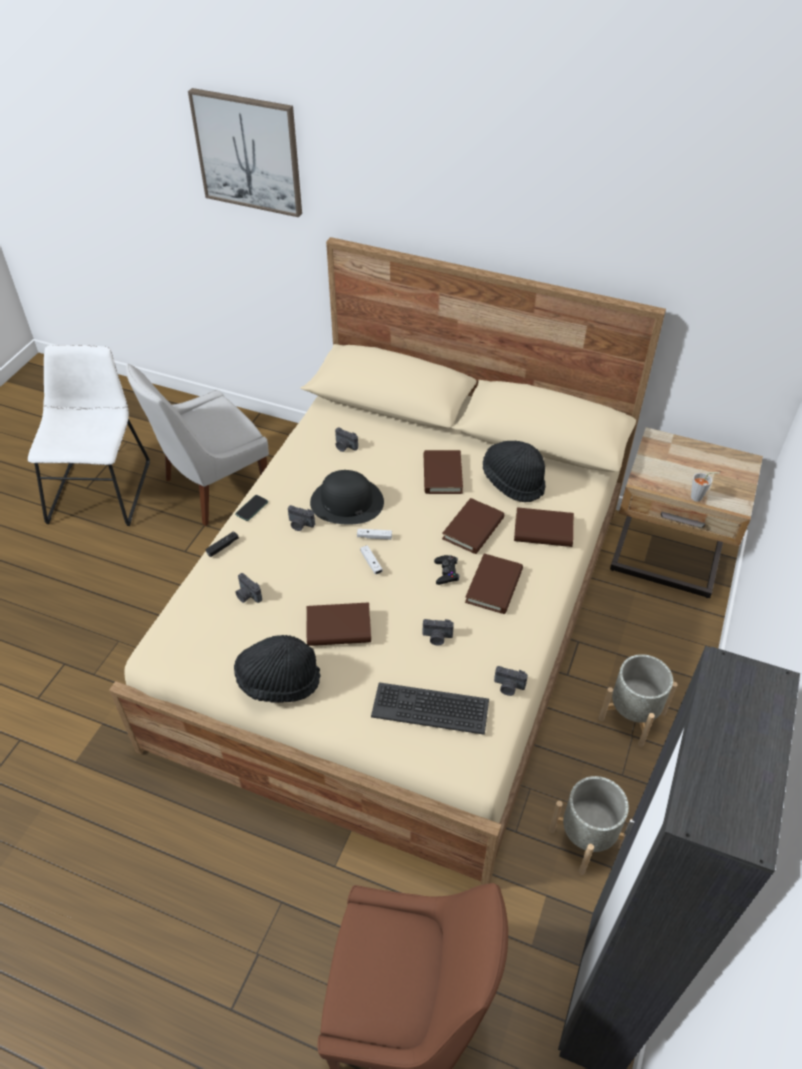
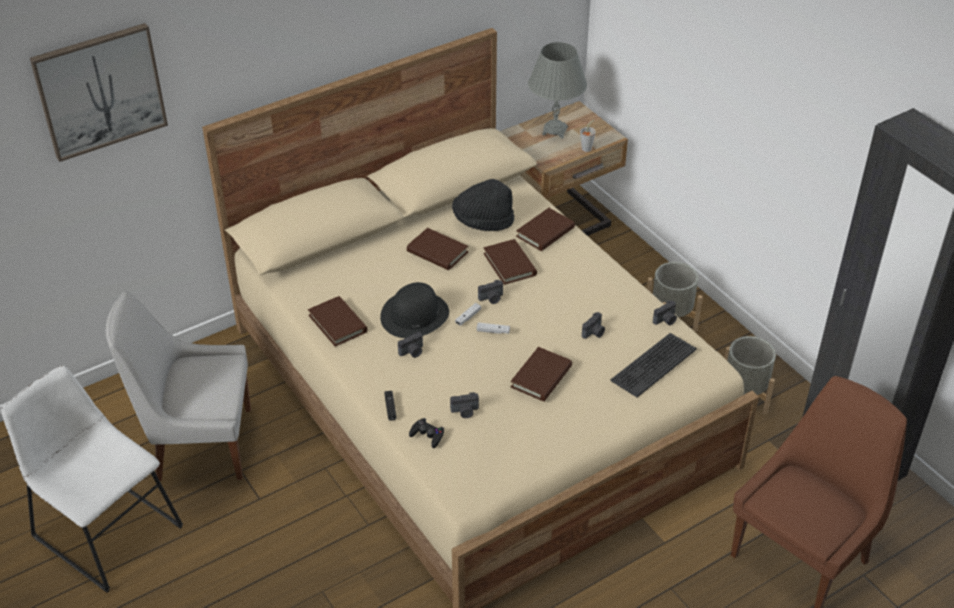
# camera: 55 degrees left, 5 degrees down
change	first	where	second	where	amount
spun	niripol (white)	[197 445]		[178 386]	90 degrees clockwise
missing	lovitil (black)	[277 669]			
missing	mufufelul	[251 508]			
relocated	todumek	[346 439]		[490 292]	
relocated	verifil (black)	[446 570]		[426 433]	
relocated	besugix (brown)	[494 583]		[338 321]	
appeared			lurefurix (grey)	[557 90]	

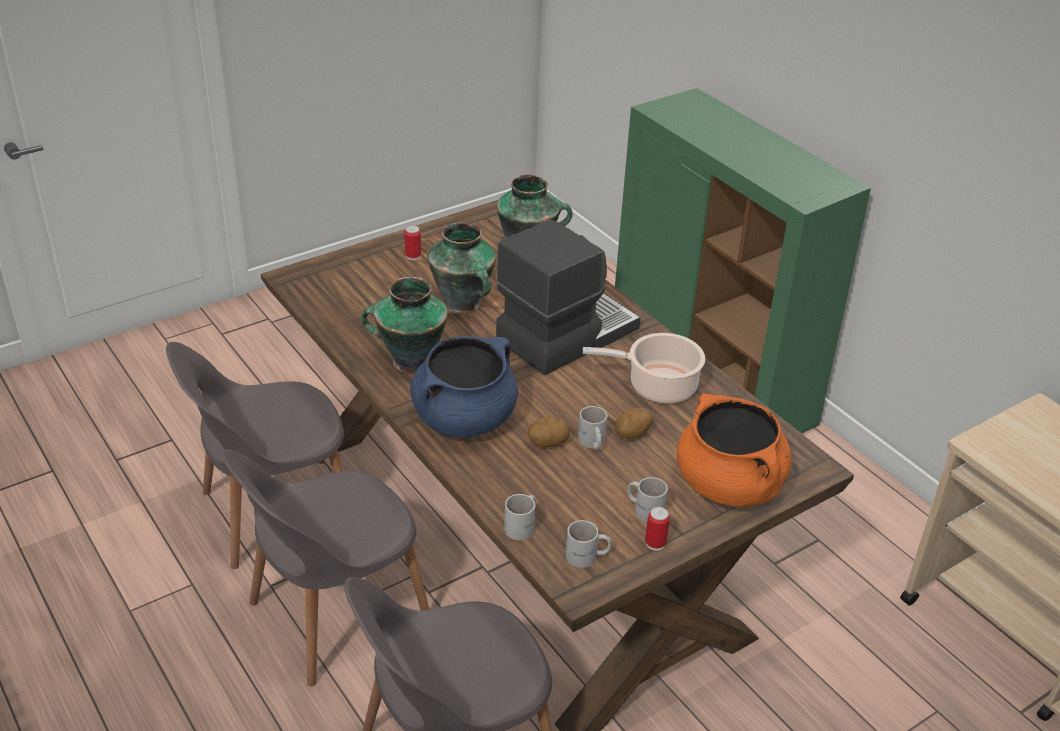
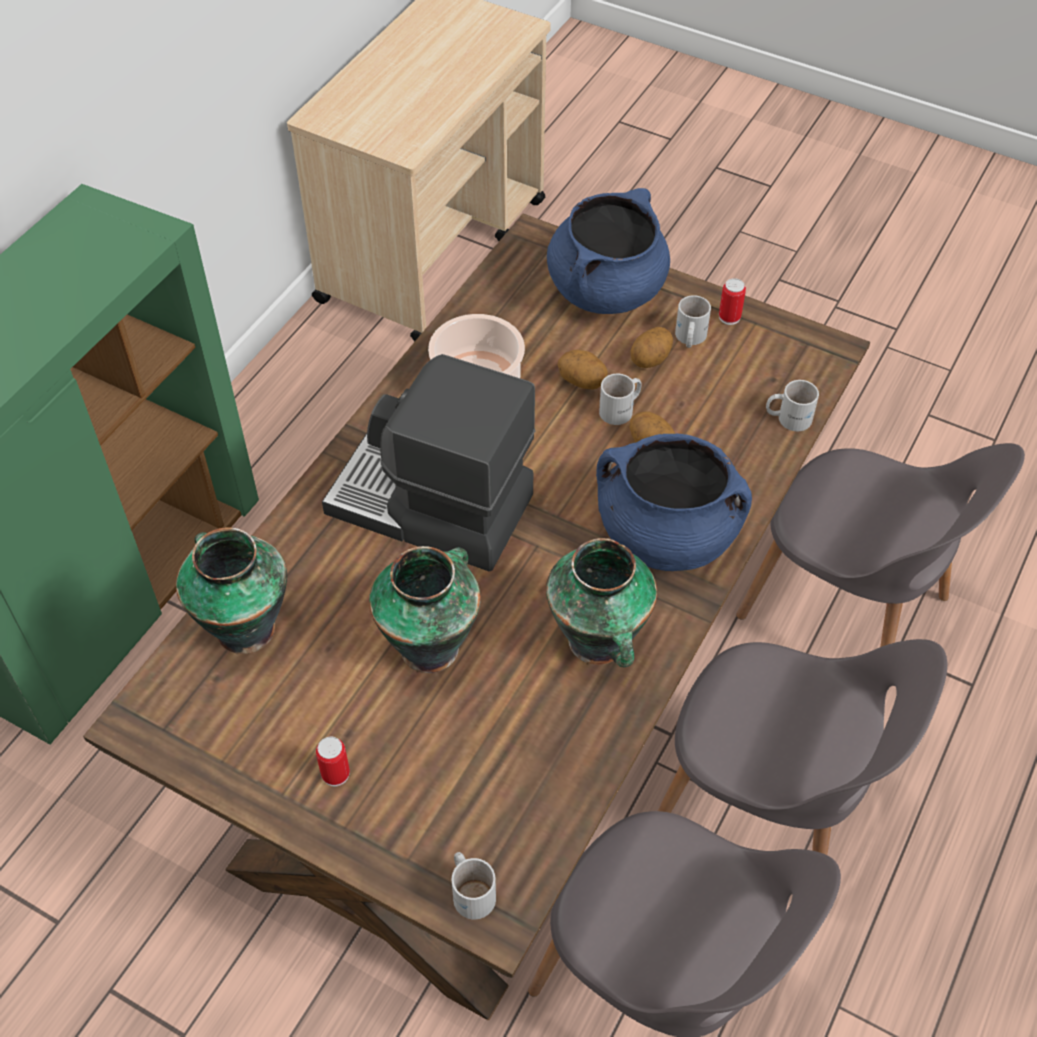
# camera: 115 degrees left, 15 degrees up
change	first	where	second	where	amount
relocated	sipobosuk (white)	[588 544]		[474 885]	
colour	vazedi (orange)	[734 450]	vazedi (blue)	[608 251]	
appeared			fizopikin	[652 347]	

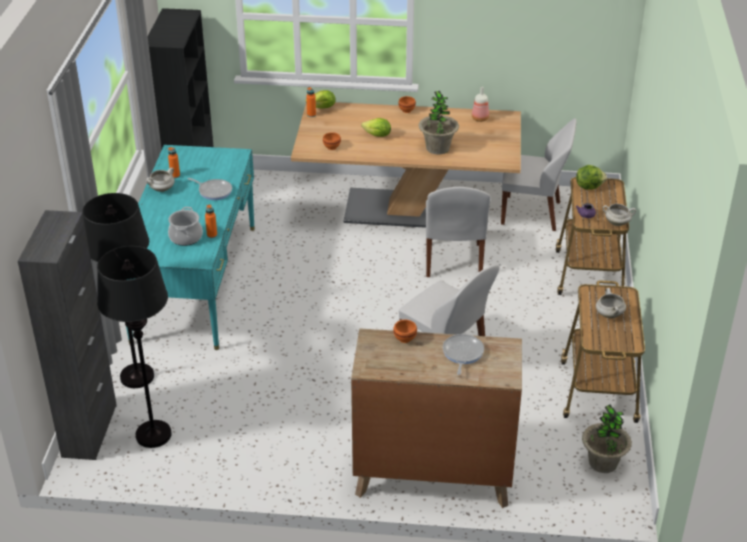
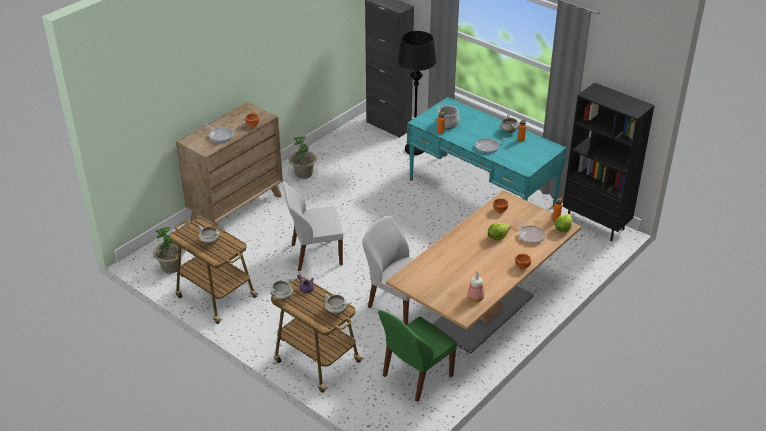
# camera: 125 degrees right, 0 degrees up
change	first	where	second	where	amount
missing	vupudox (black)	[134 347]			
relocated	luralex	[439 122]		[303 157]	
colour	niripol (white)	[539 174]	niripol (green)	[417 356]	
exchanged	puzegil	[591 177]	vazedi (white)	[336 304]	
appeared			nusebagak	[529 231]	

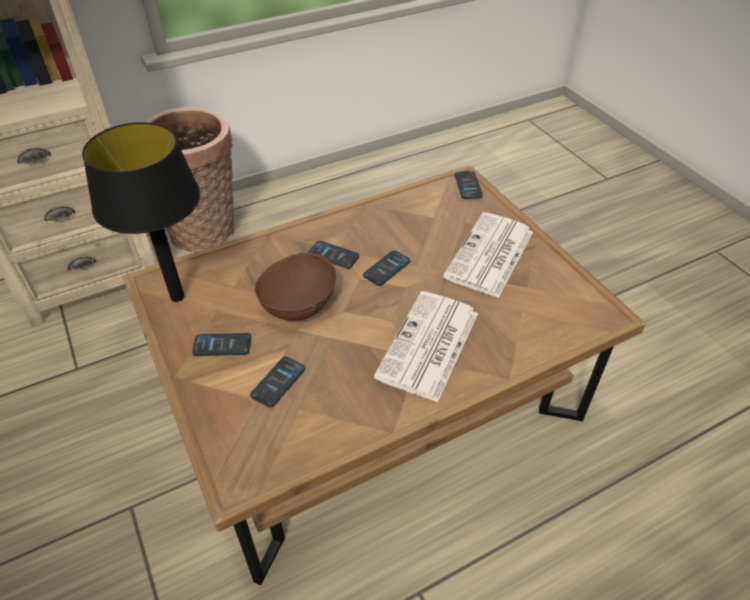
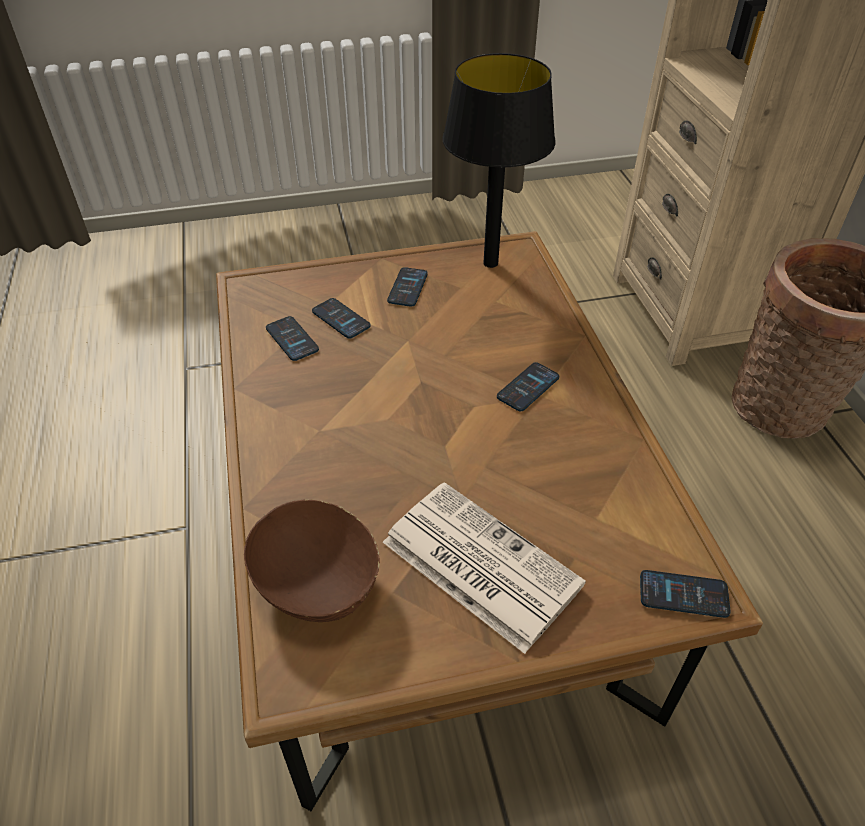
# camera: 105 degrees right, 0 degrees up
change	first	where	second	where	amount
relocated	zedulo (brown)	[295 286]		[312 560]	
relocated	mufufelul	[387 268]		[292 338]	
missing	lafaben	[426 347]			

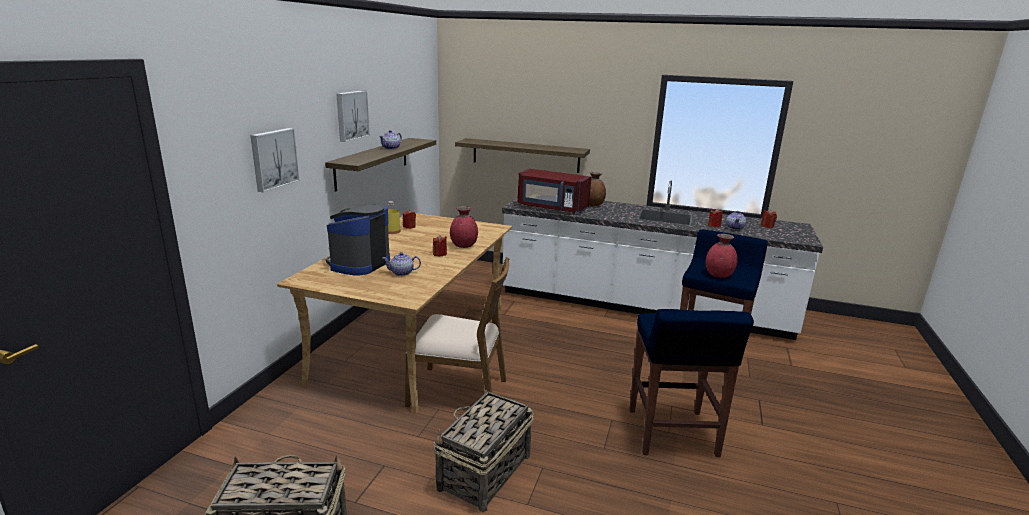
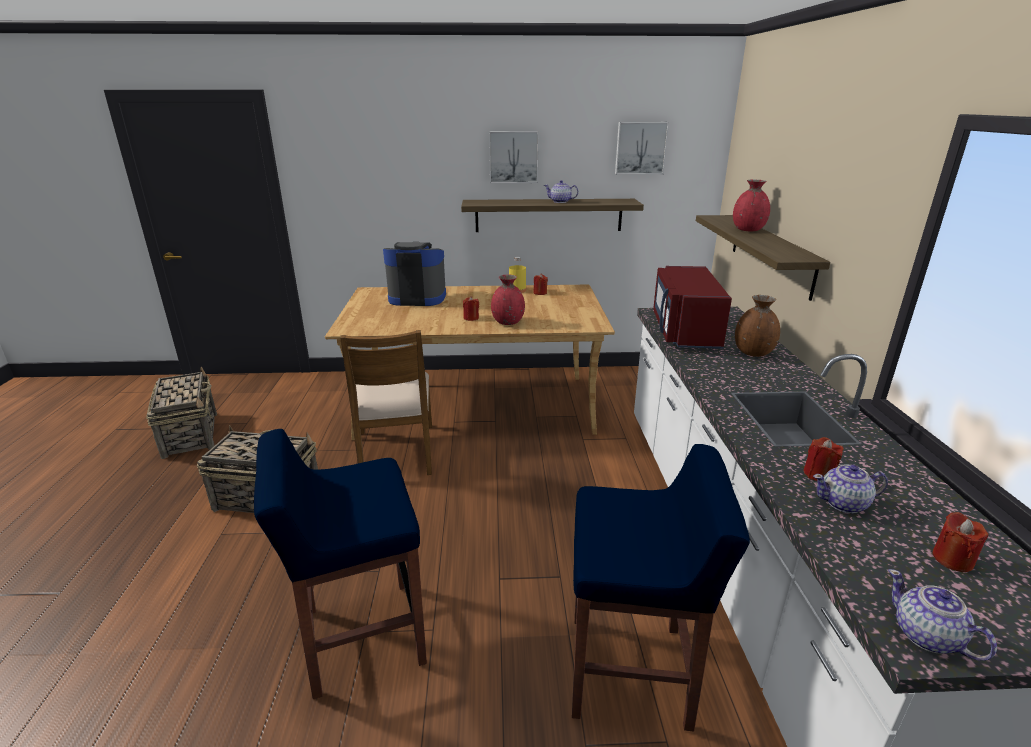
# camera: 70 degrees right, 5 degrees up
change	first	where	second	where	amount
relocated	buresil	[275 160]		[642 148]	
relocated	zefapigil	[401 264]		[942 615]	
relocated	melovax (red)	[722 256]		[751 205]	

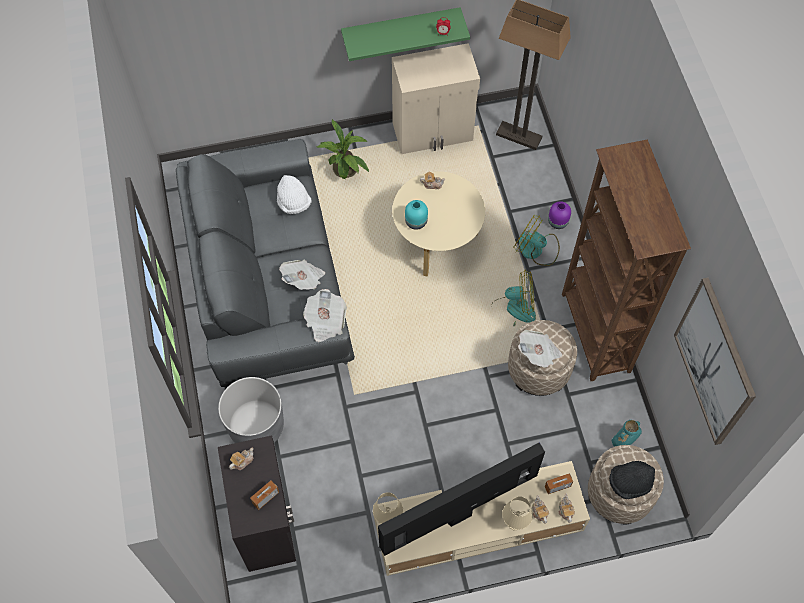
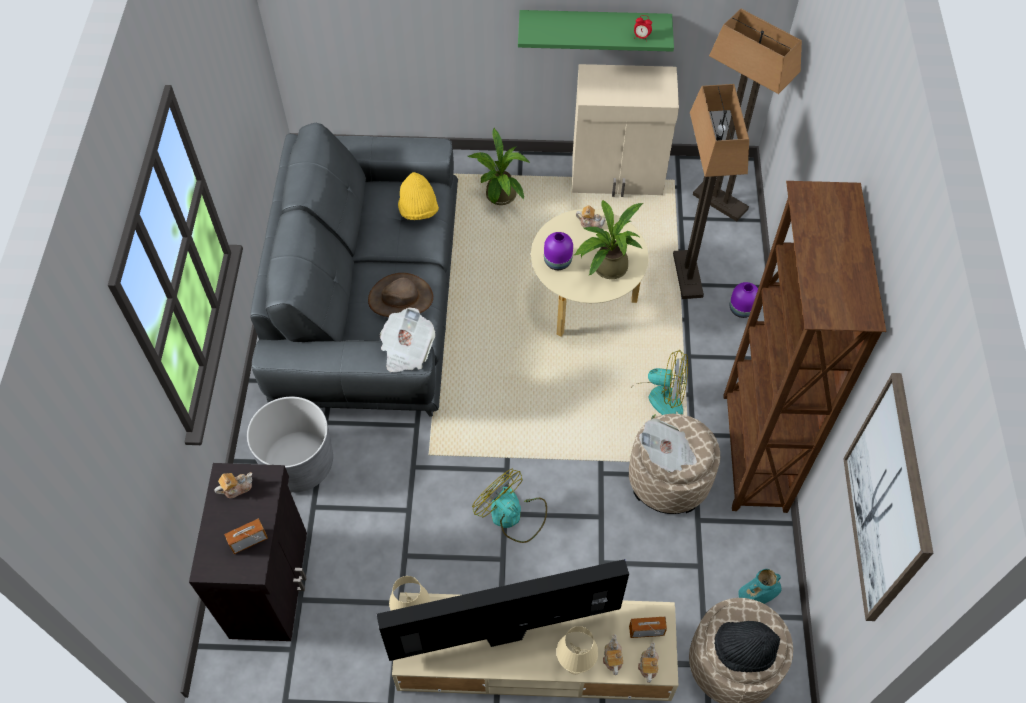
# camera: 15 degrees right, 5 degrees down
change	first	where	second	where	amount
colour	lovitil (white)	[294 194]	lovitil (yellow)	[418 196]	
exchanged	lafaben	[302 275]	lovitil (brown)	[400 295]	
colour	melovax (turquoise)	[416 215]	melovax (purple)	[558 251]	
relocated	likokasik	[536 240]		[509 506]	
appeared			luralex	[609 239]	
appeared			vupudox	[711 191]	

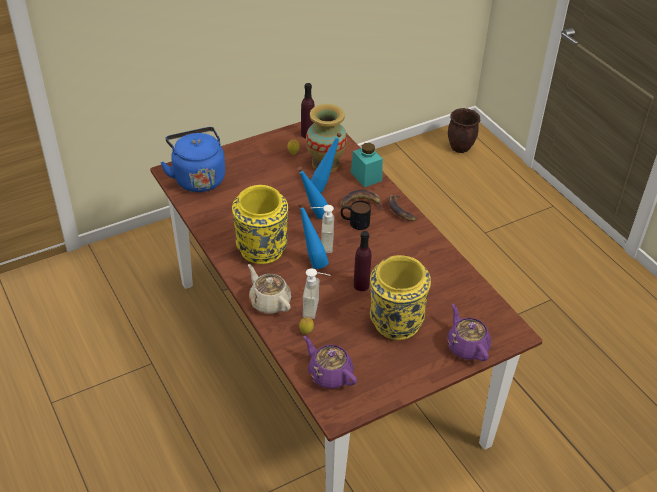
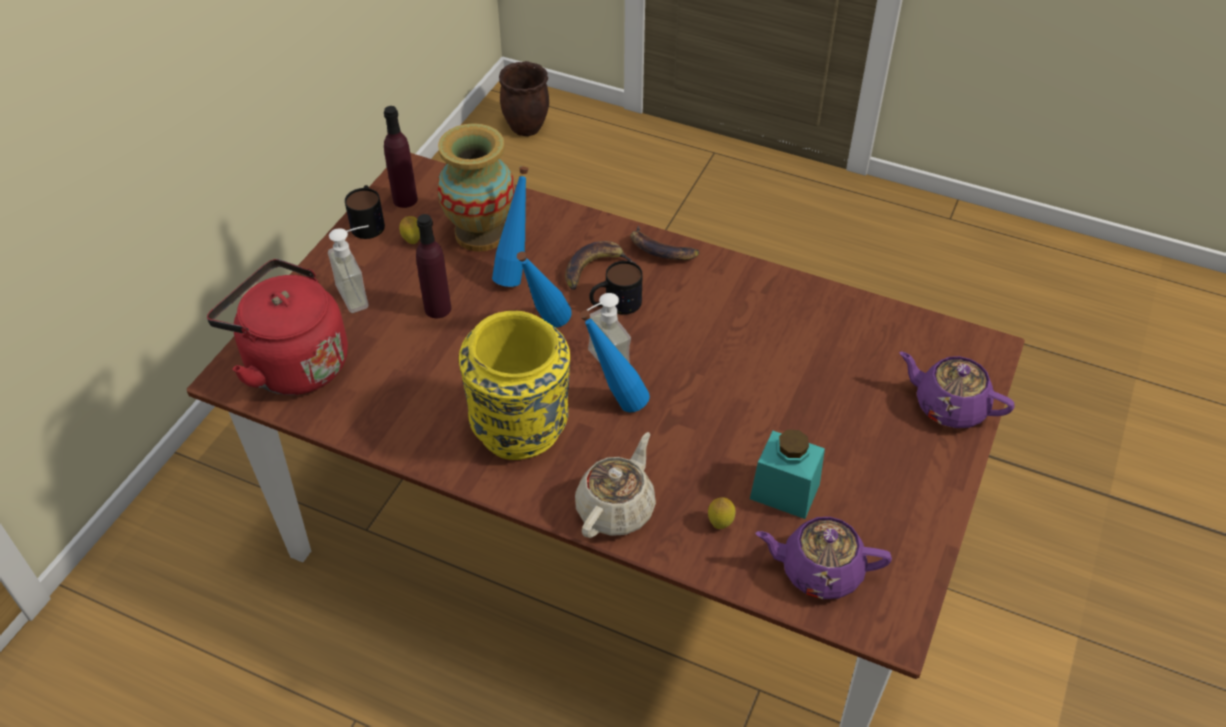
# camera: 35 degrees left, 5 degrees up
change	first	where	second	where	amount
colour	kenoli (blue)	[192 159]	kenoli (red)	[277 327]	
spun	zefapigil (beige)	[269 289]		[615 485]	105 degrees clockwise
relocated	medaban	[316 293]		[348 269]	
relocated	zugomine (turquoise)	[367 165]		[787 474]	
relocated	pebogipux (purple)	[363 261]		[433 266]	
missing	melovax (yellow)	[400 297]			
appeared			sipobosuk	[365 212]	

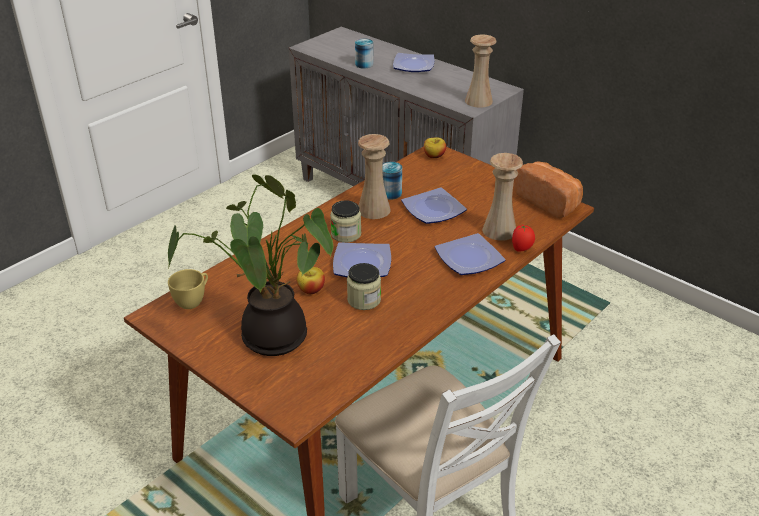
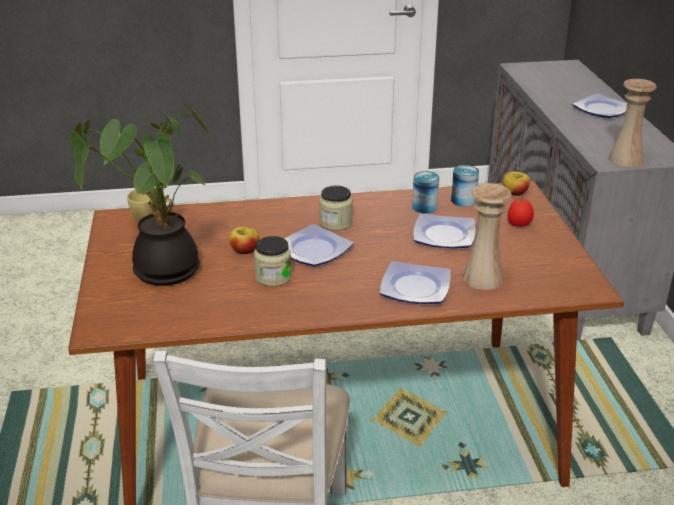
# camera: 40 degrees right, 5 degrees down
change	first	where	second	where	amount
relocated	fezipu	[364 54]		[465 186]	
missing	melovax (beige)	[374 176]			
relocated	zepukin	[523 238]		[521 212]	
missing	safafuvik	[548 189]			

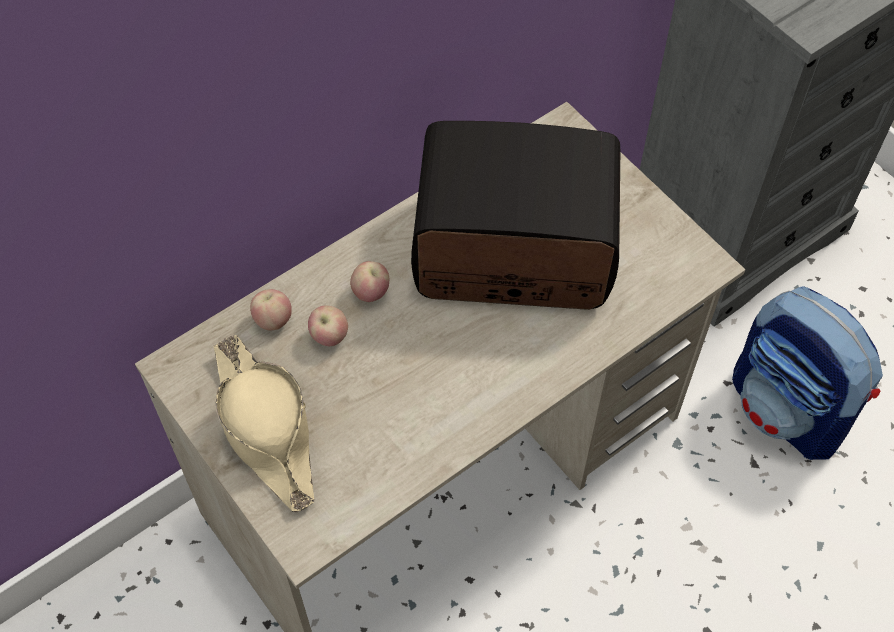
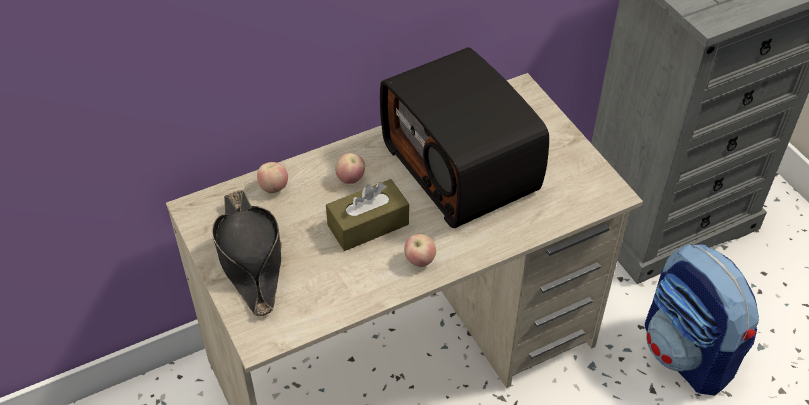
# camera: 10 degrees right, 10 degrees down
change	first	where	second	where	amount
colour	lovitil (beige)	[263 424]	lovitil (black)	[247 253]	
relocated	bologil	[328 326]		[420 250]	
spun	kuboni	[515 215]		[464 137]	135 degrees counterclockwise
appeared			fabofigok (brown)	[367 215]	

